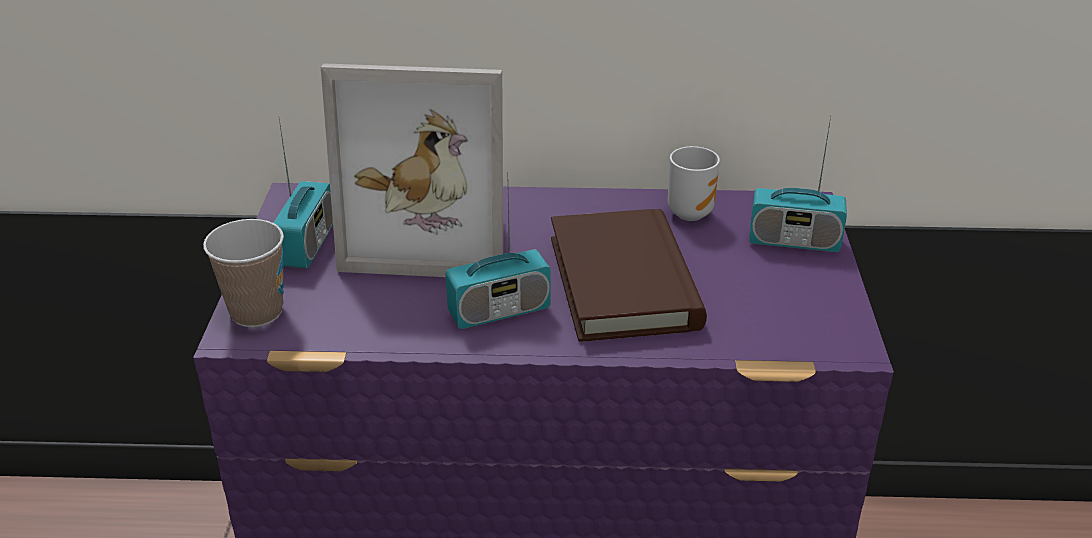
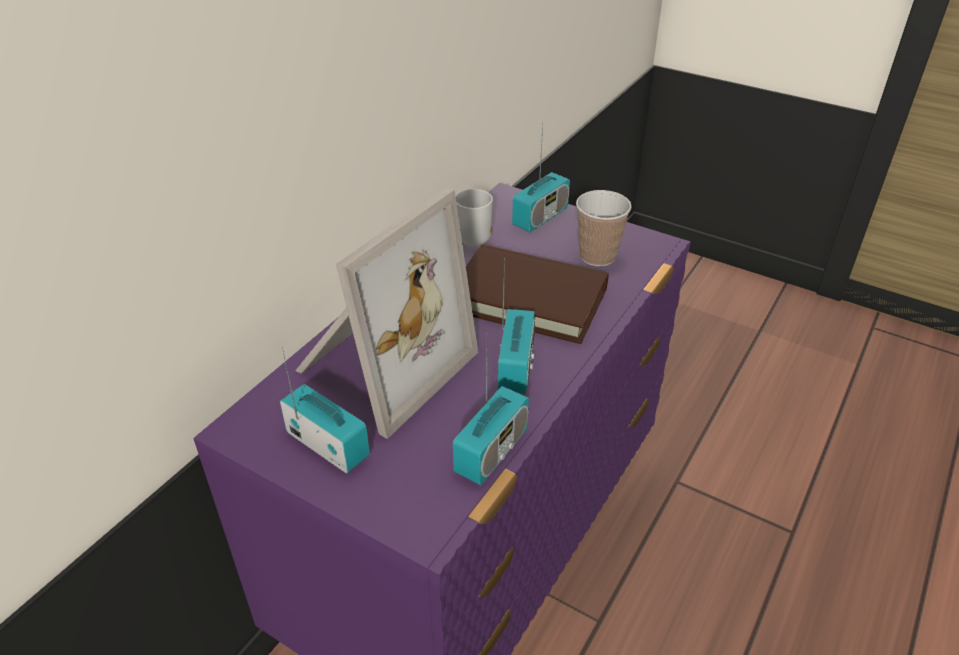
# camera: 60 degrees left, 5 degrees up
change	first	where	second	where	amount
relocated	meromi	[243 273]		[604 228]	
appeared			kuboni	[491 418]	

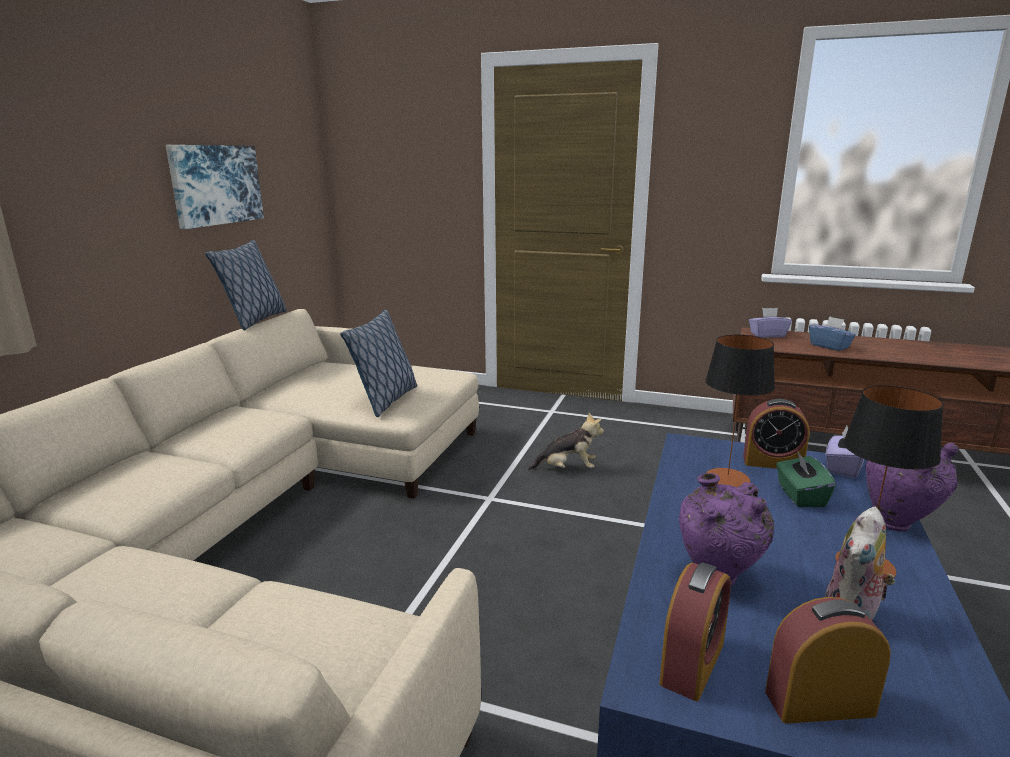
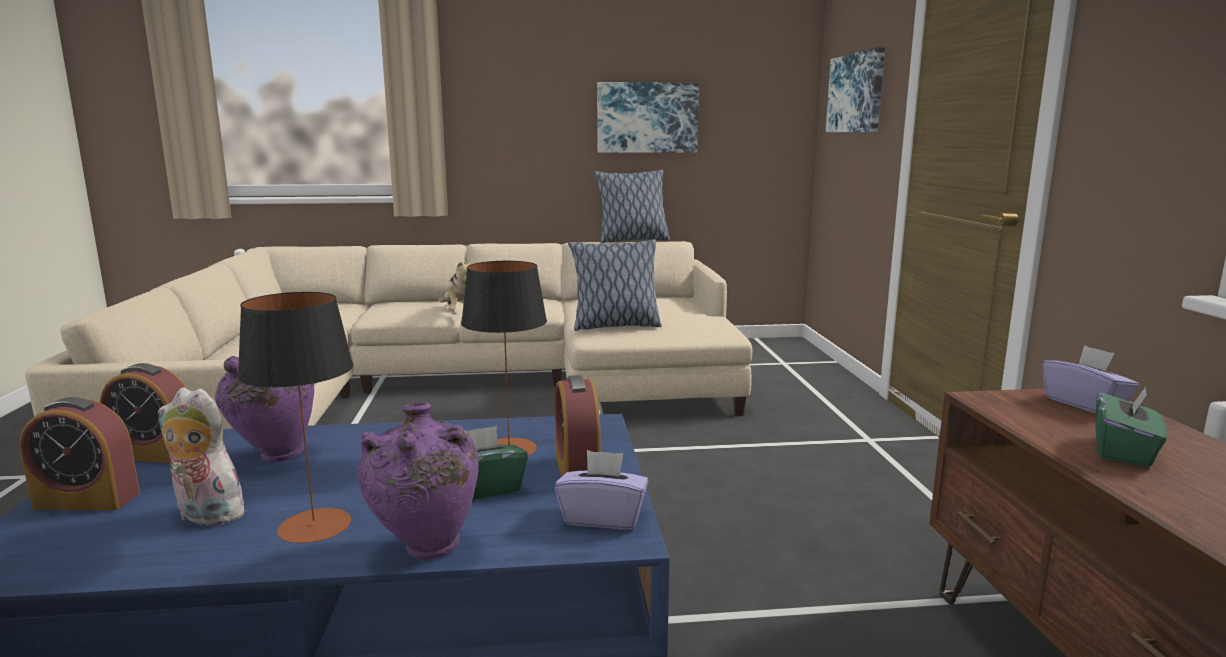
# camera: 65 degrees right, 5 degrees down
change	first	where	second	where	amount
relocated	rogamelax	[566 441]		[455 284]	
spun	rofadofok	[828 660]		[80 453]	120 degrees clockwise
colour	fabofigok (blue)	[832 333]	fabofigok (green)	[1131 426]	
appeared			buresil	[855 89]	

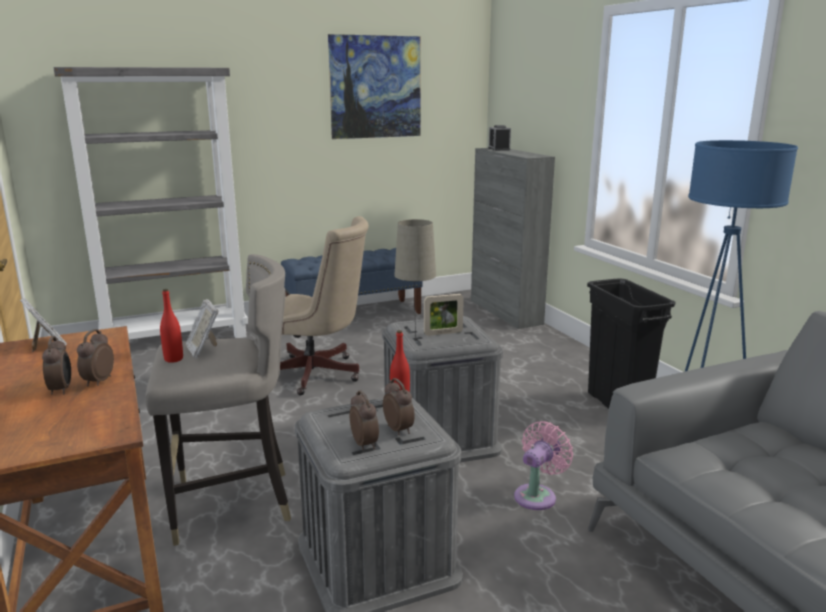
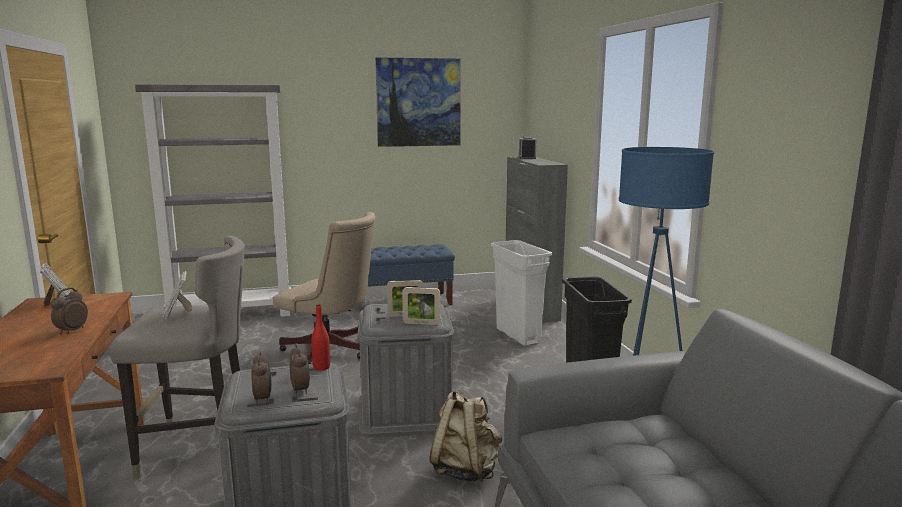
# camera: 10 degrees right, 5 degrees down
change	first	where	second	where	amount
missing	rofadofok	[56 365]			
missing	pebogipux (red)	[171 326]			
missing	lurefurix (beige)	[415 281]			
exchanged	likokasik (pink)	[543 465]	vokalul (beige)	[465 435]	
appeared			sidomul	[421 306]	
appeared			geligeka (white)	[521 293]	

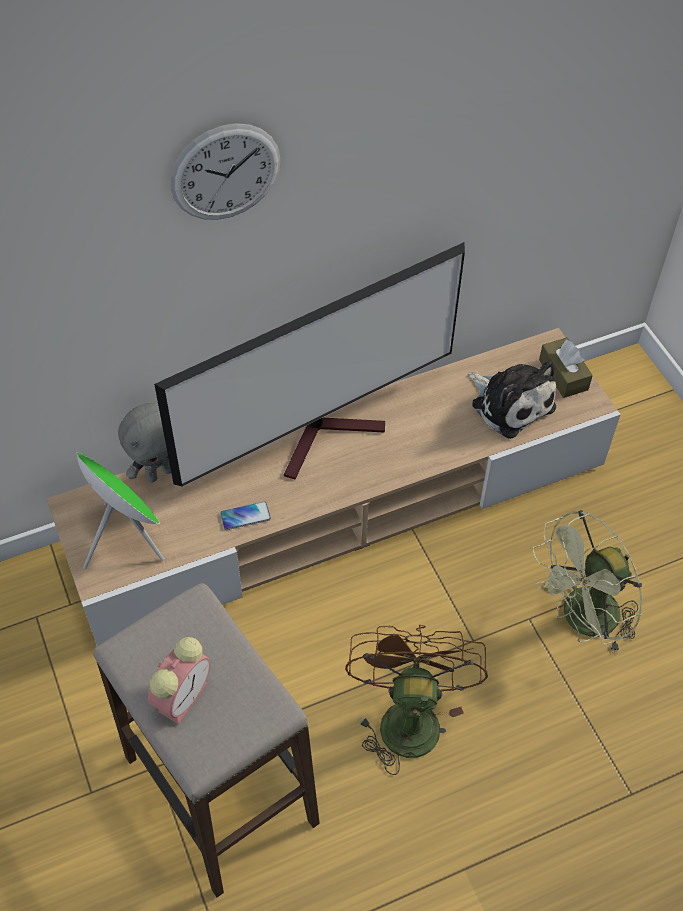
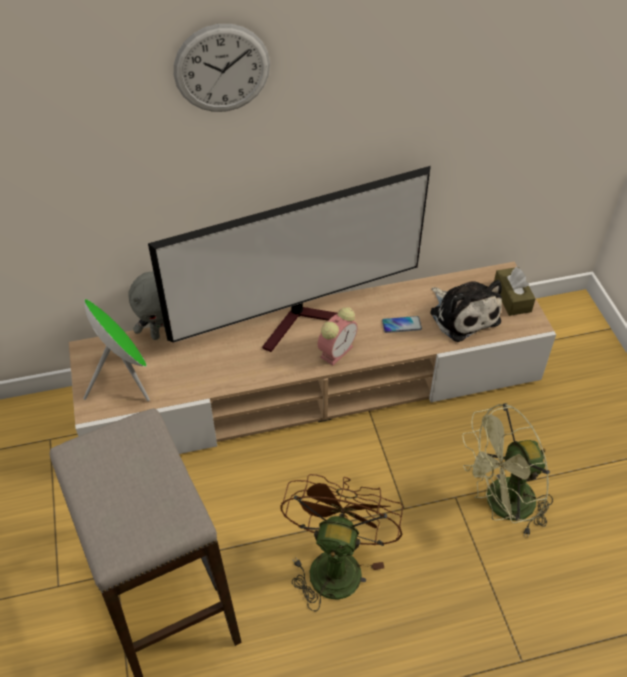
# camera: 10 degrees right, 5 degrees down
change	first	where	second	where	amount
relocated	rofadofok	[179 680]		[338 336]	
relocated	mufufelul	[245 515]		[402 324]	

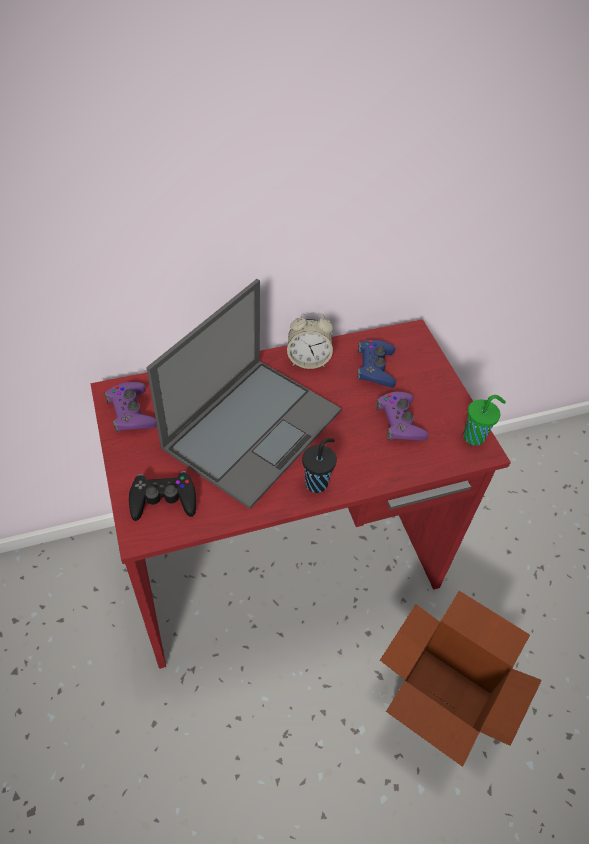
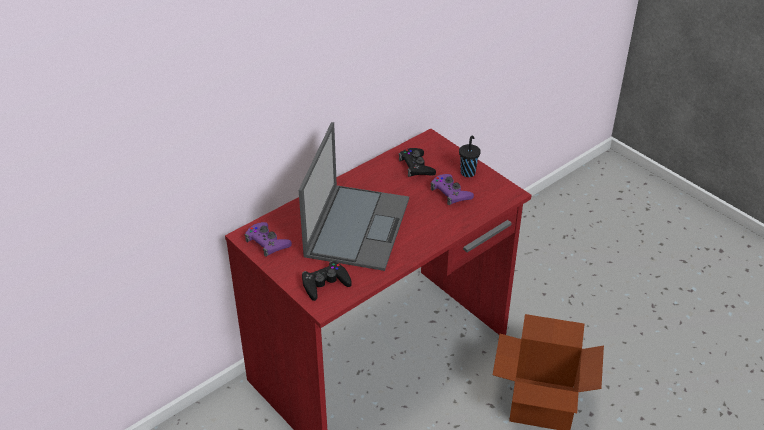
# camera: 20 degrees left, 10 degrees down
change	first	where	second	where	amount
missing	rofadofok	[310 340]			
relocated	meromi (black)	[319 465]		[470 156]	
colour	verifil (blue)	[376 363]	verifil (black)	[417 162]	
missing	meromi (green)	[484 420]			

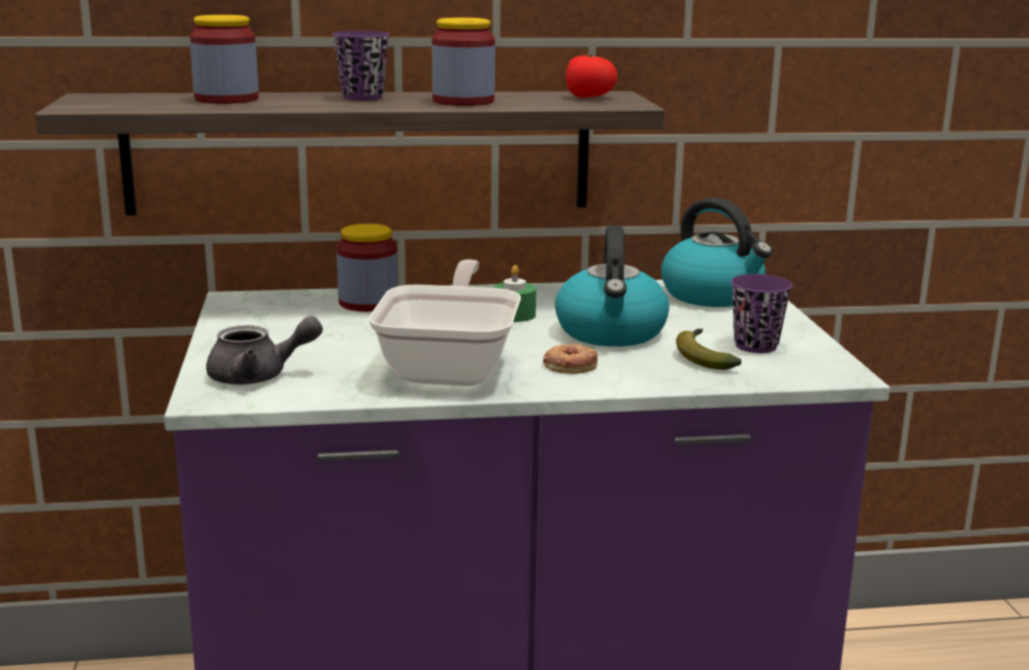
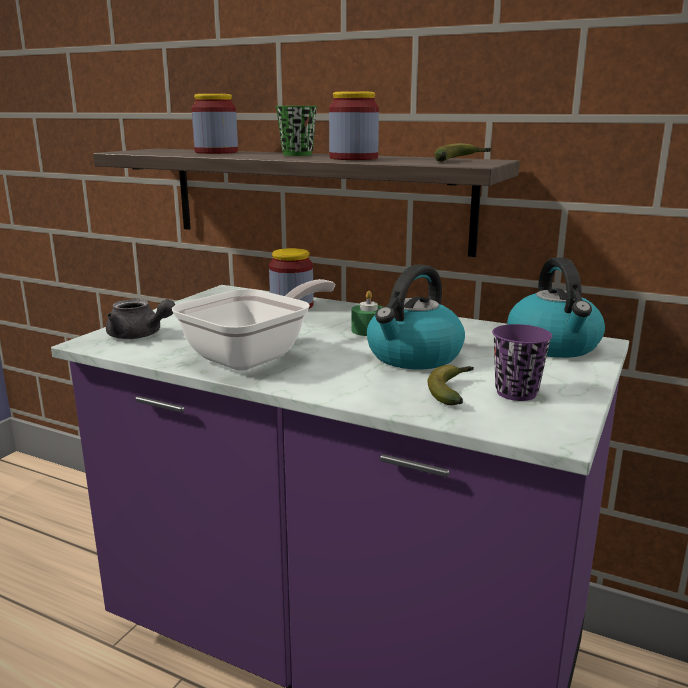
# camera: 35 degrees right, 0 degrees up
change	first	where	second	where	amount
colour	meromi (purple)	[361 66]	meromi (green)	[296 131]	
missing	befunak	[570 358]			
exchanged	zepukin	[592 76]	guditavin	[462 152]	

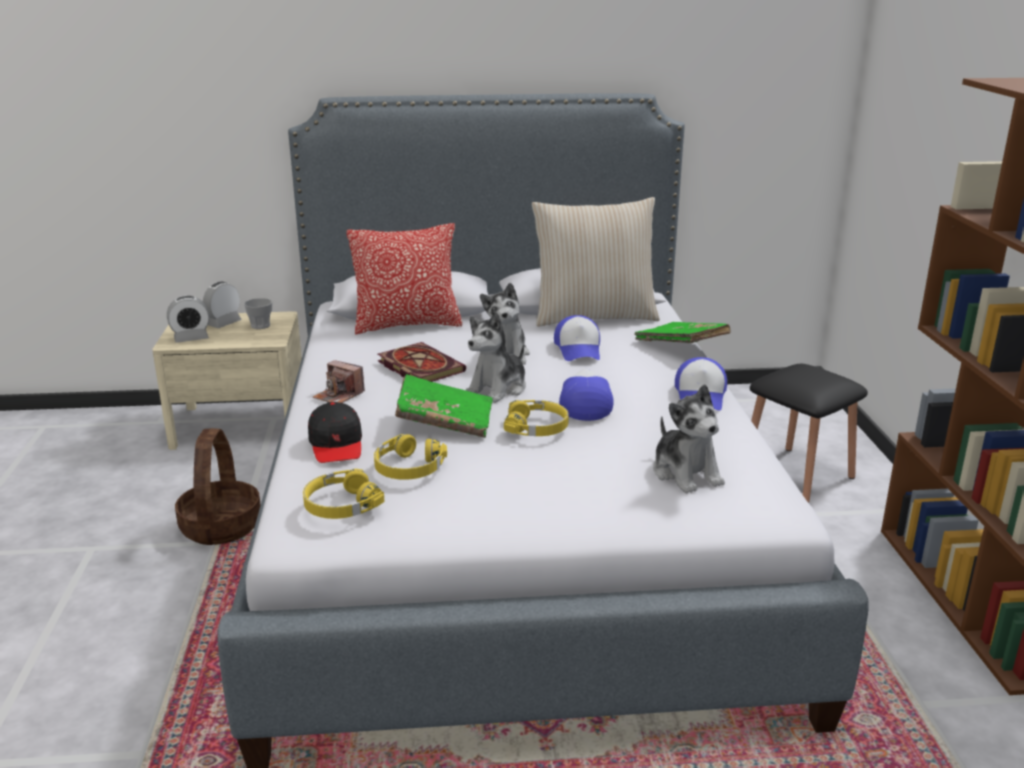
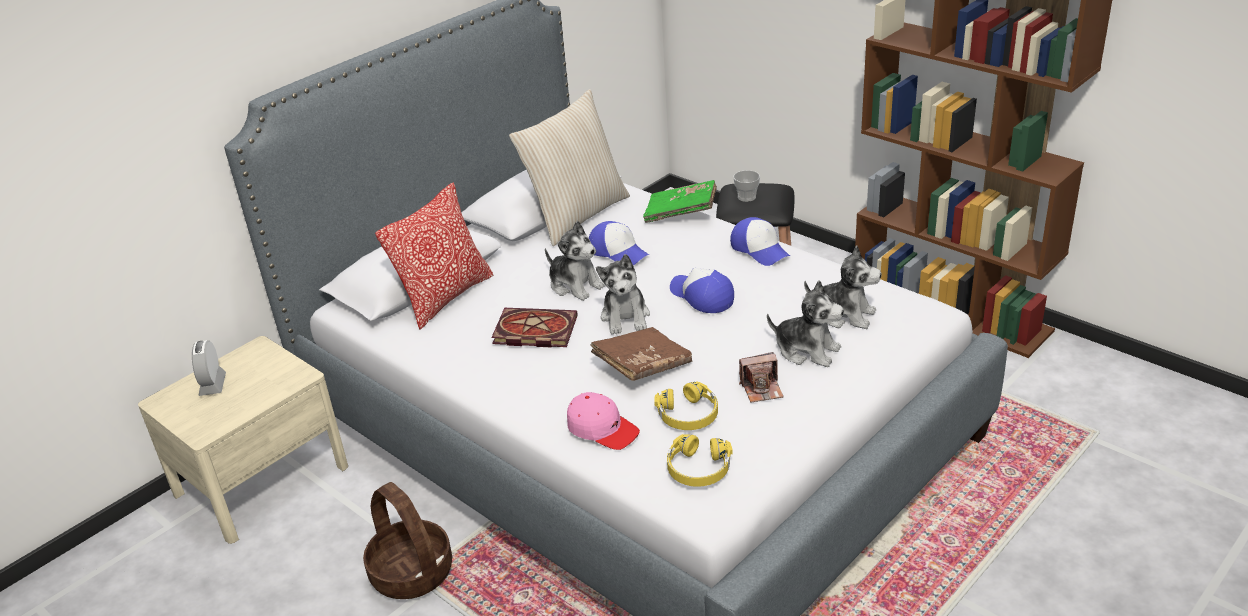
# camera: 40 degrees left, 10 degrees up
change	first	where	second	where	amount
missing	rofadofok	[188 319]			
relocated	meromi	[258 313]		[746 186]	
colour	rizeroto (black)	[335 432]	rizeroto (pink)	[603 421]	
relocated	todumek	[339 381]		[761 377]	
colour	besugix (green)	[444 406]	besugix (brown)	[641 354]	
missing	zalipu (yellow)	[536 418]			
appeared			rogamelax	[805 323]	

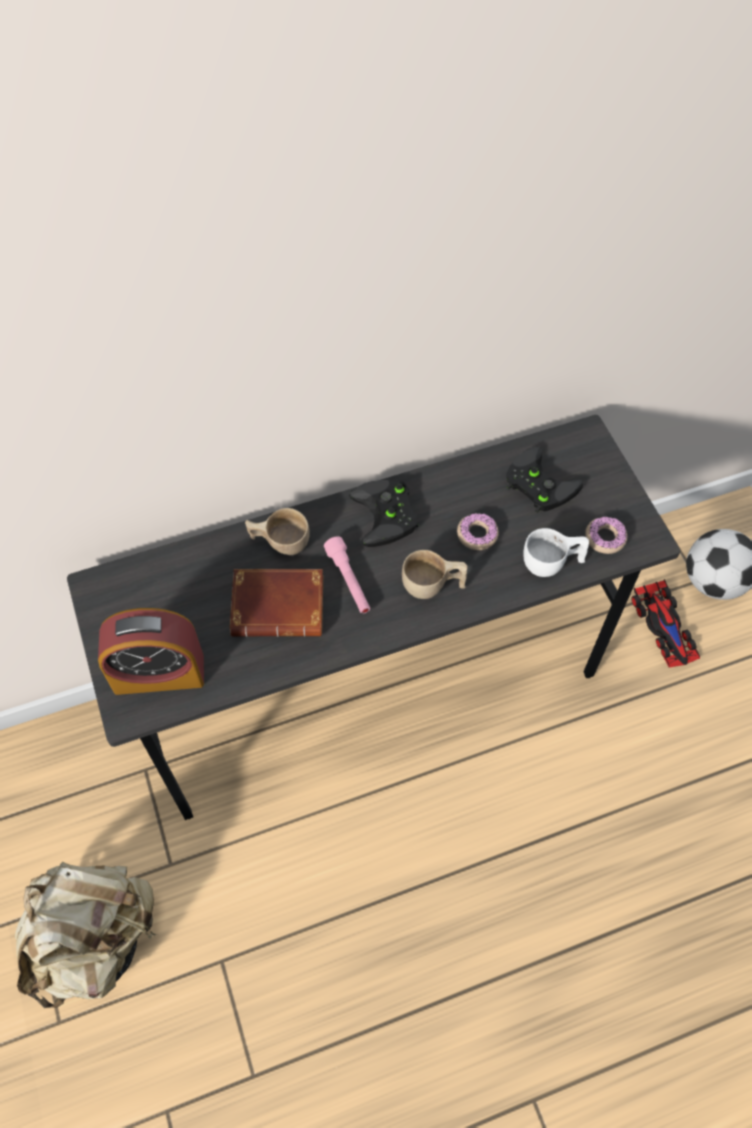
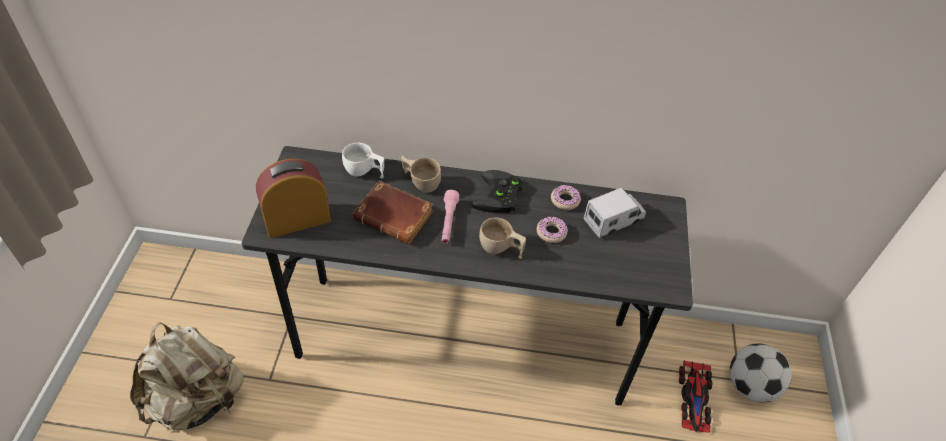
# camera: 25 degrees right, 10 degrees down
change	first	where	second	where	amount
spun	rofadofok	[151 651]		[293 198]	135 degrees clockwise
exchanged	verifil (black)	[544 480]	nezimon	[614 213]	
relocated	meromi (white)	[556 552]		[363 160]	
relocated	befunak	[606 535]		[566 197]	

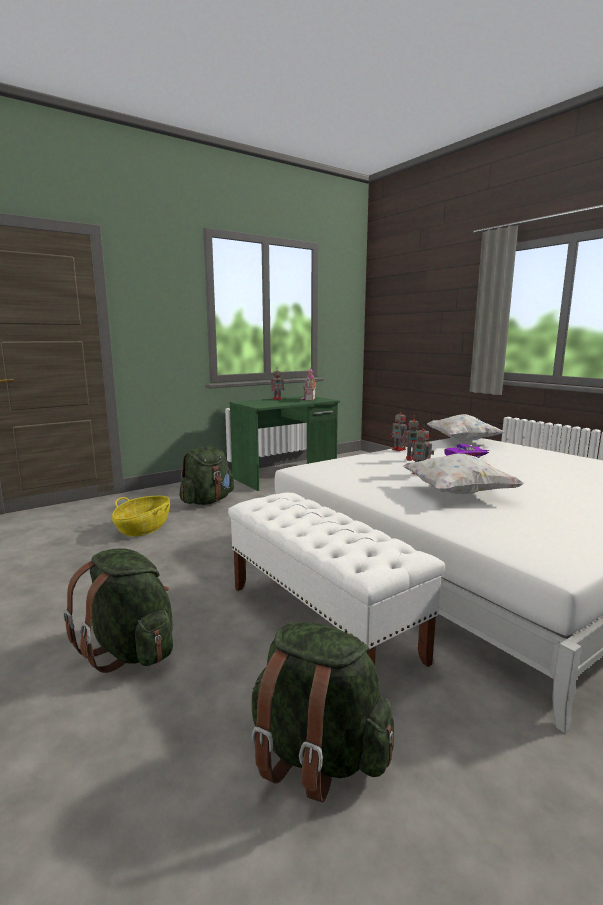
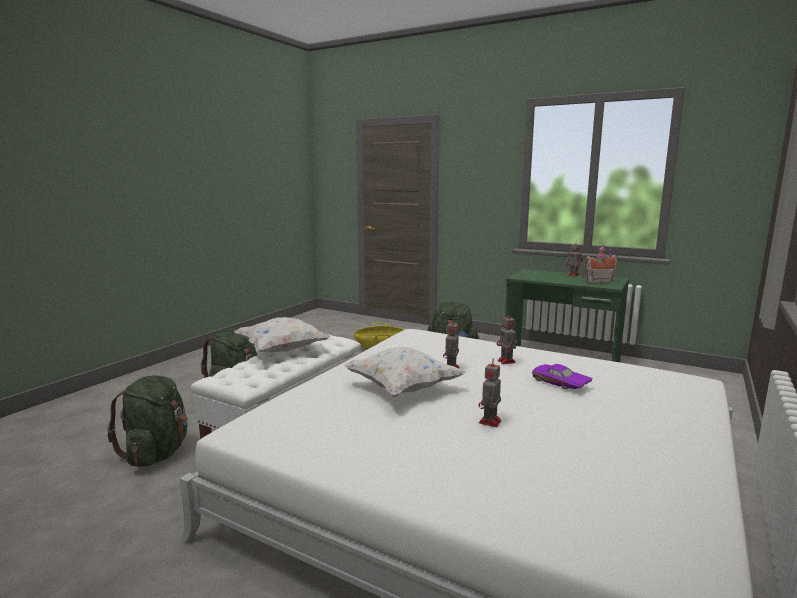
# camera: 65 degrees right, 0 degrees up
change	first	where	second	where	amount
relocated	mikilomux	[398 431]		[489 392]	
relocated	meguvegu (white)	[466 427]		[282 334]	

